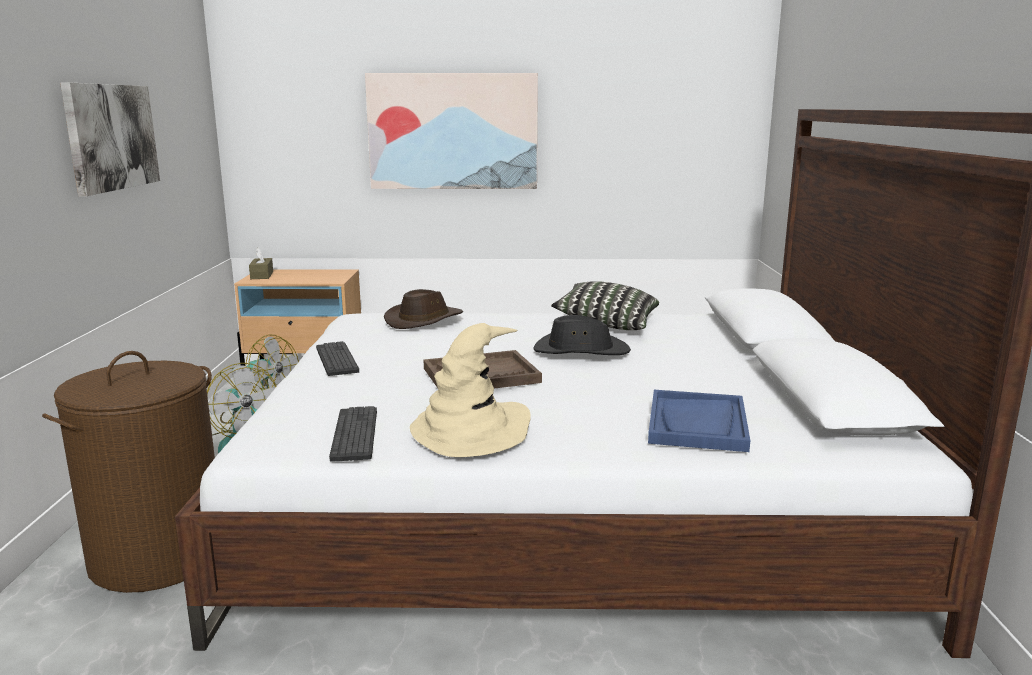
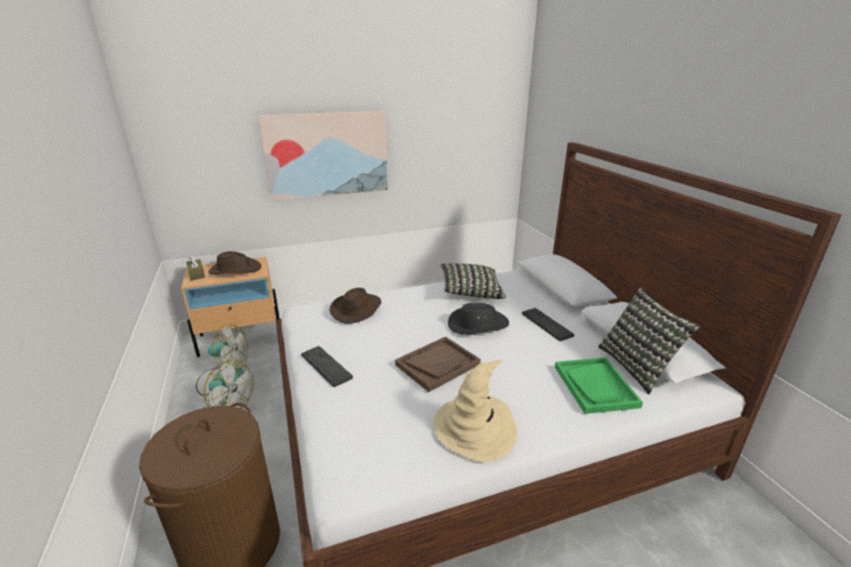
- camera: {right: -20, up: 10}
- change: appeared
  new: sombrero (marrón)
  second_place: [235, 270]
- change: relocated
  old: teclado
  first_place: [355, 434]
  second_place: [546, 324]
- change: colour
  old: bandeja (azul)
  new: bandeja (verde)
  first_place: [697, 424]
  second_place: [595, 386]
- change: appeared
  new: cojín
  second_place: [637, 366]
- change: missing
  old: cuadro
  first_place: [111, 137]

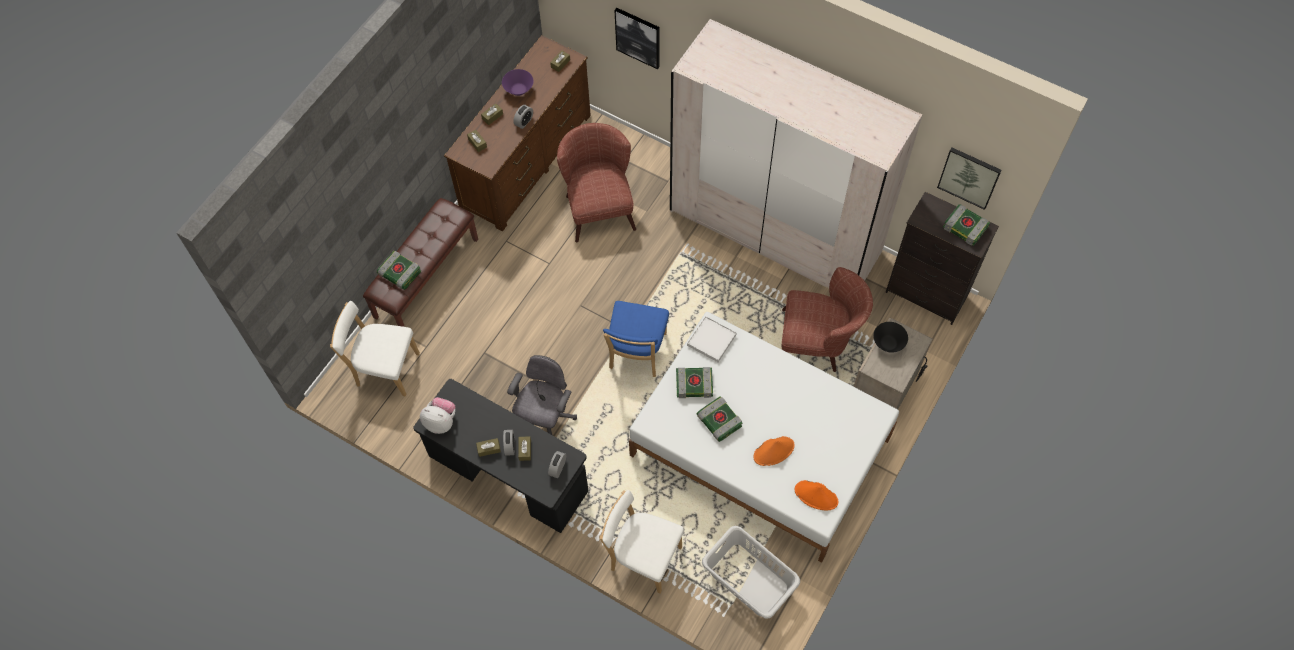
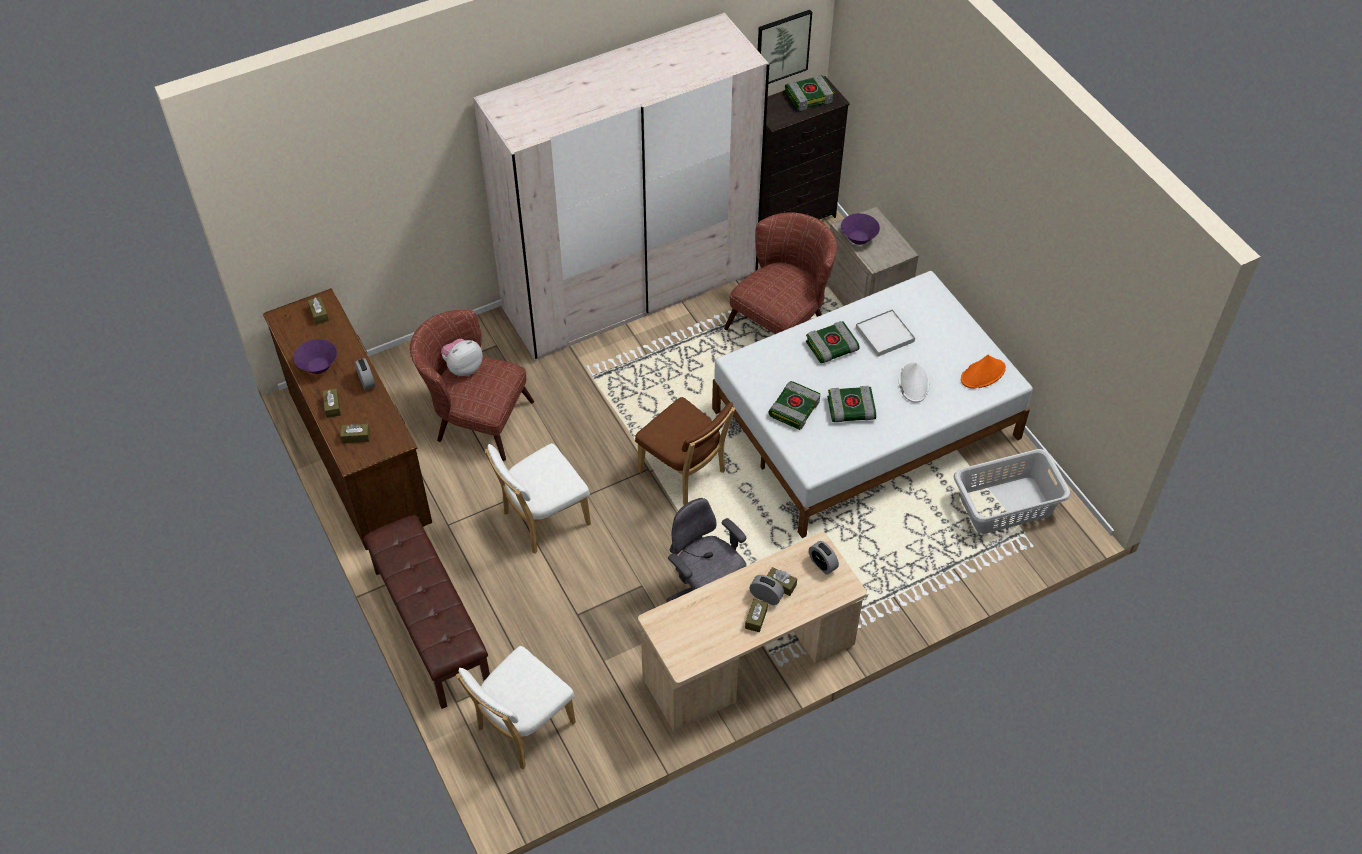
- camera: {right: -60, up: -10}
- change: relocated
  old: peluche
  first_place: [441, 421]
  second_place: [463, 367]
- change: relocated
  old: silla (blanco)
  first_place: [643, 557]
  second_place: [542, 520]
- change: colour
  old: silla (azul)
  new: silla (marrón)
  first_place: [636, 354]
  second_place: [685, 474]
- change: colour
  old: escritorio (negro)
  new: escritorio (beis)
  first_place: [508, 474]
  second_place: [749, 663]
- change: relocated
  old: libro
  first_place: [399, 273]
  second_place: [831, 347]
- change: colour
  old: cuenco (negro)
  new: cuenco (morado)
  first_place: [888, 343]
  second_place: [858, 238]
- change: relocated
  old: bandeja (blanco)
  first_place: [711, 340]
  second_place: [885, 334]
- change: colour
  old: sombrero (naranja)
  new: sombrero (blanco)
  first_place: [774, 451]
  second_place: [913, 382]
- change: missing
  old: cuadro
  first_place: [638, 37]

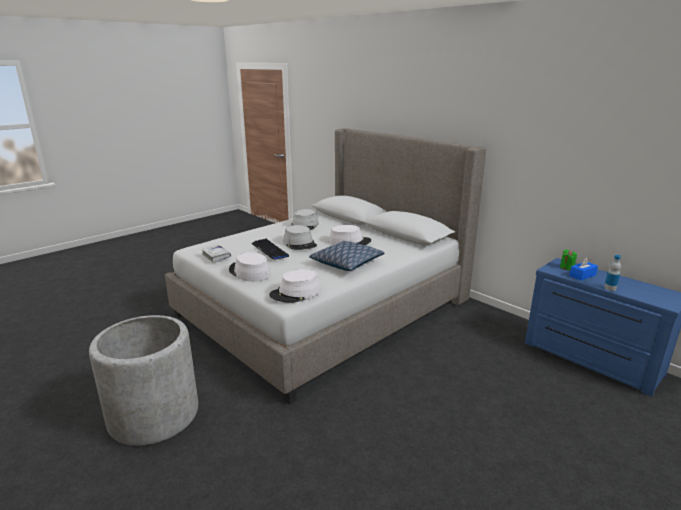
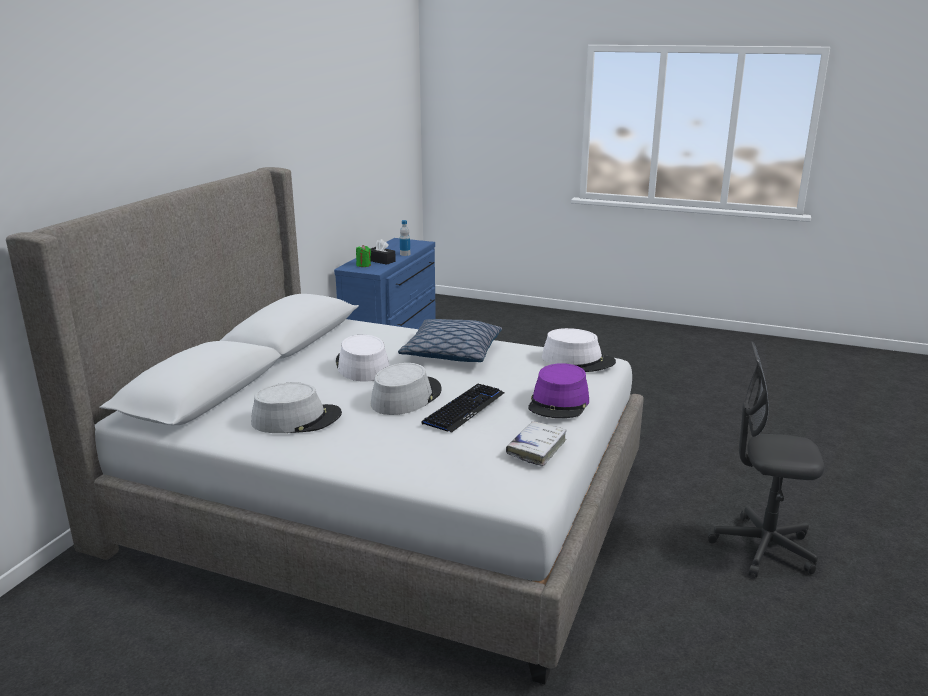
- camera: {right: -115, up: 0}
- change: colour
  old: caja de pañuelos (azul)
  new: caja de pañuelos (negro)
  first_place: [582, 275]
  second_place: [381, 261]
- change: colour
  old: sombrero (blanco)
  new: sombrero (morado)
  first_place: [249, 272]
  second_place: [559, 403]
- change: exchanged
  old: maceta (gris)
  new: silla de oficina (gris)
  first_place: [154, 415]
  second_place: [762, 548]

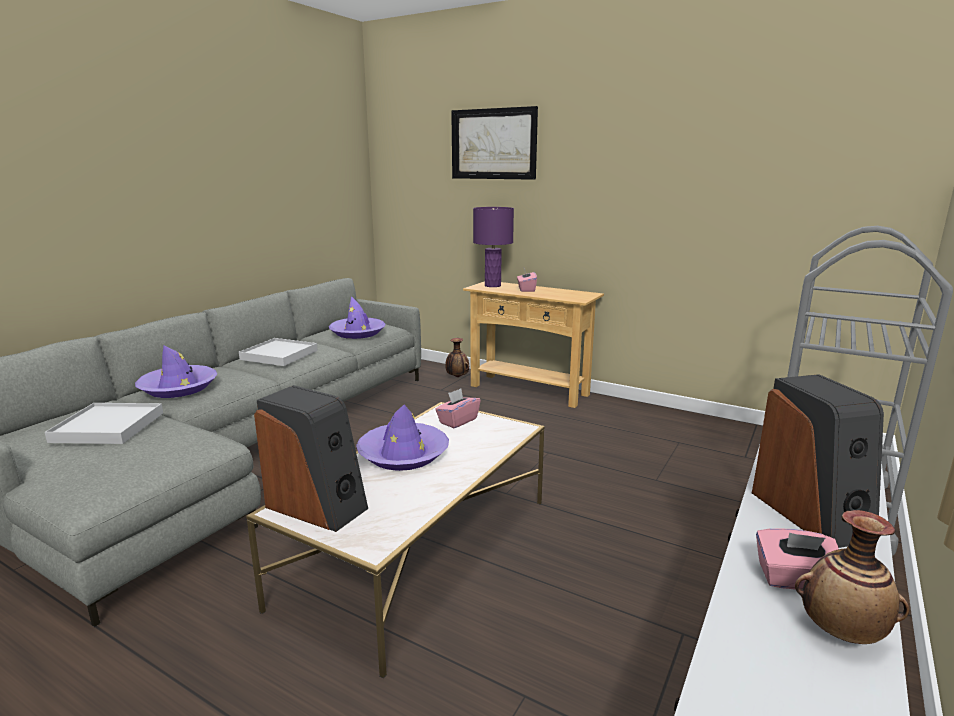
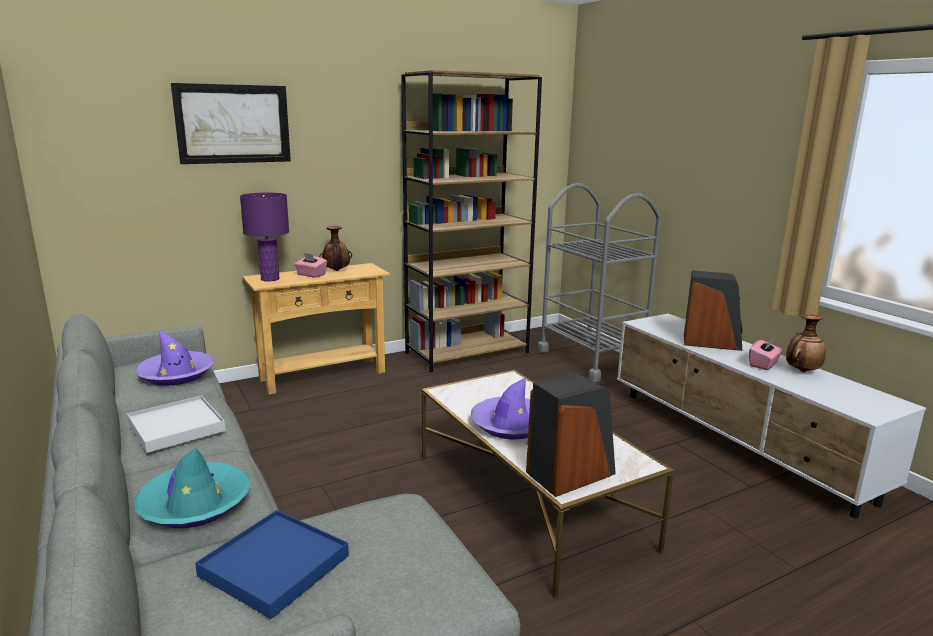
- camera: {right: -60, up: 0}
- change: colour
  old: sombrero (morado)
  new: sombrero (turquesa)
  first_place: [178, 388]
  second_place: [195, 504]
- change: colour
  old: bandeja (blanco)
  new: bandeja (azul)
  first_place: [108, 427]
  second_place: [275, 565]
- change: relocated
  old: florero
  first_place: [457, 377]
  second_place: [336, 270]
- change: appeared
  new: estantería (marrón)
  second_place: [467, 352]
- change: missing
  old: caja de pañuelos (rosa)
  first_place: [458, 421]

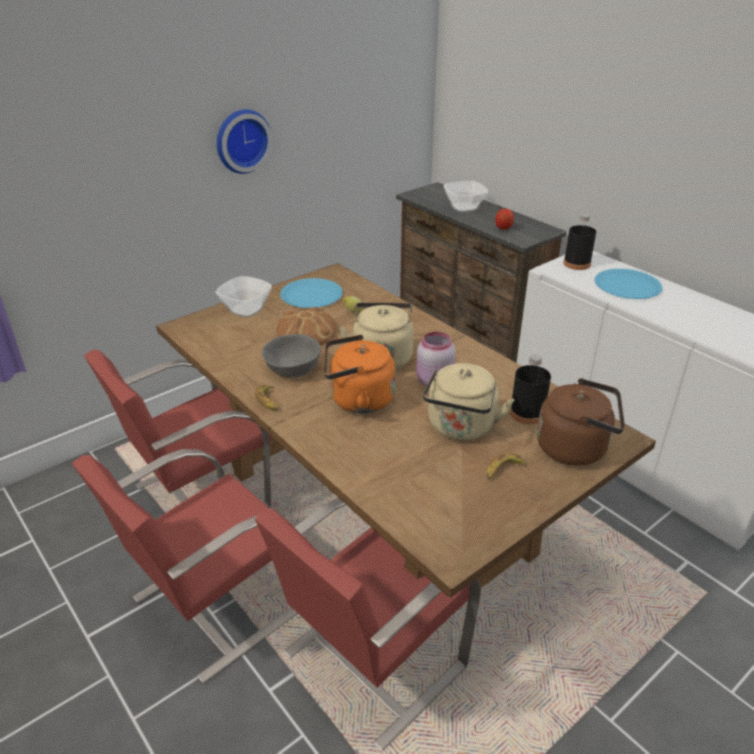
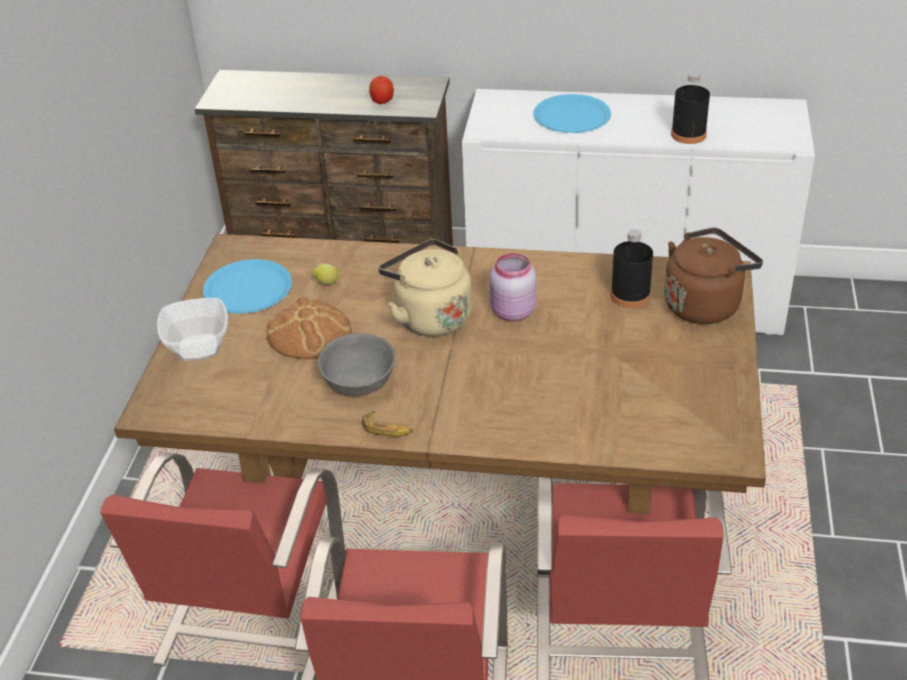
- camera: {right: -40, up: 5}
- change: relocated
  old: botella (negro)
  first_place: [576, 264]
  second_place: [688, 135]
- change: missing
  old: reloj de pared
  first_place: [241, 140]
- change: missing
  old: hervidor (naranja)
  first_place: [357, 400]
- change: missing
  old: hervidor (beis)
  first_place: [460, 428]
- change: missing
  old: cuenco
  first_place: [464, 208]
- change: missing
  old: plátano
  first_place: [503, 470]

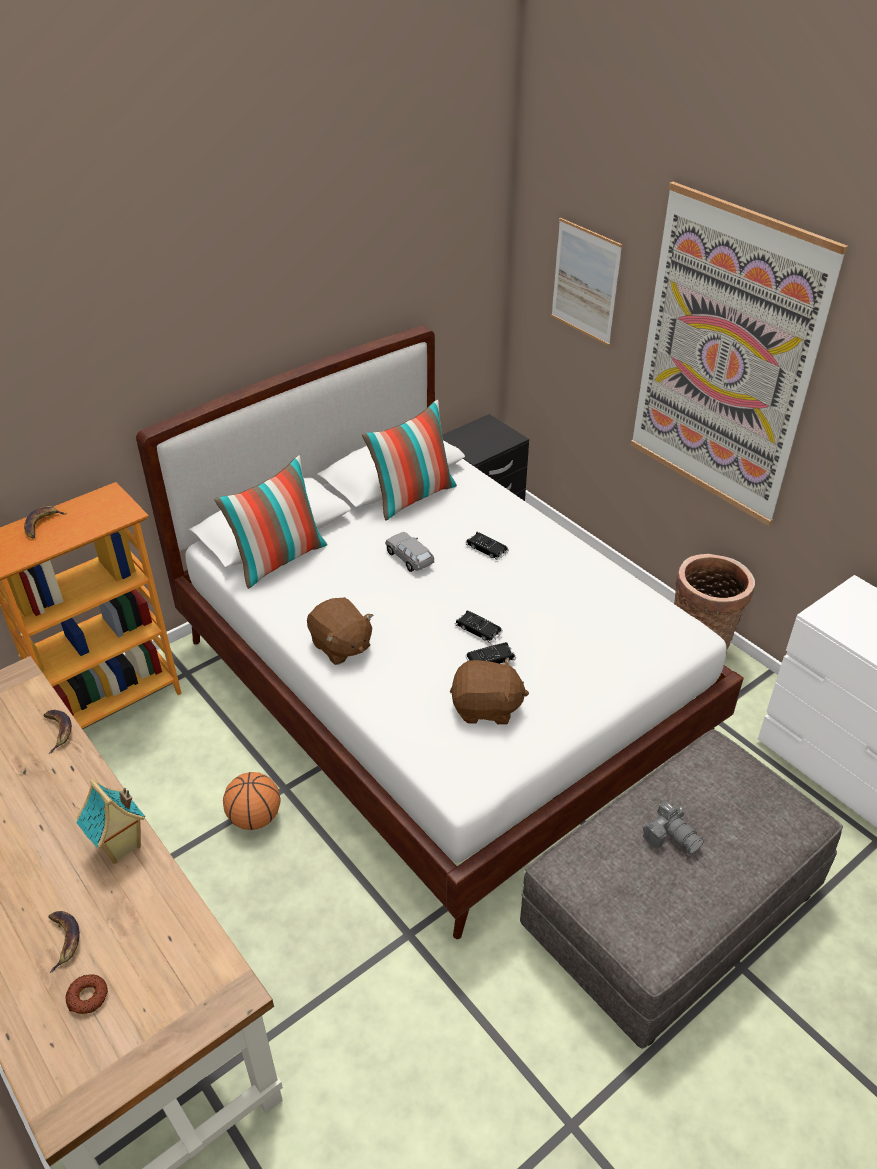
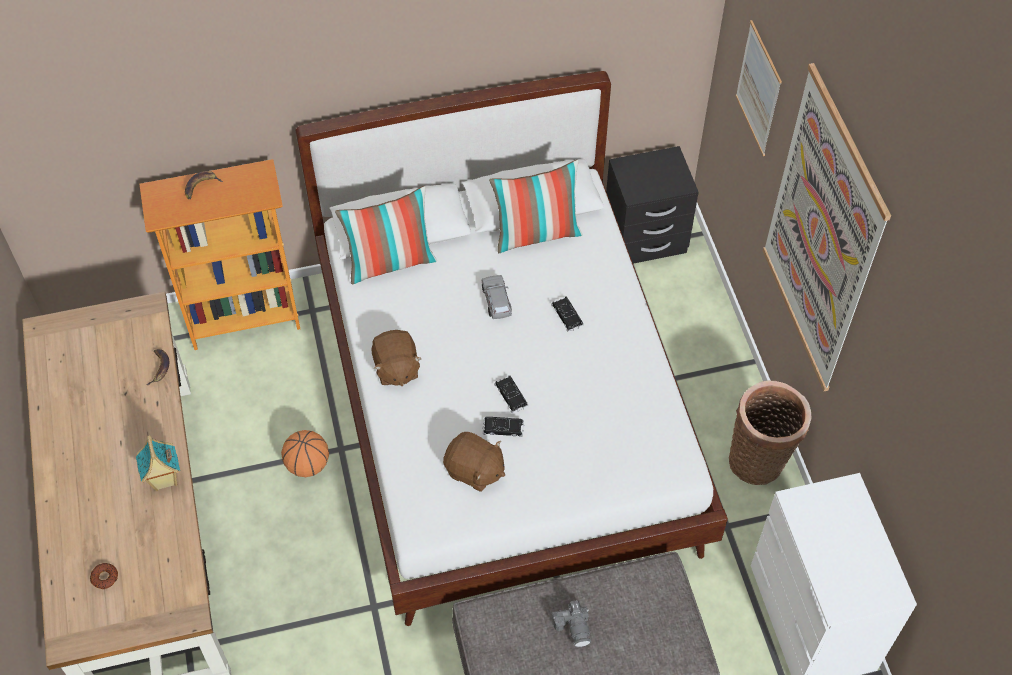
- camera: {right: 25, up: 15}
- change: missing
  old: plátano
  first_place: [64, 940]

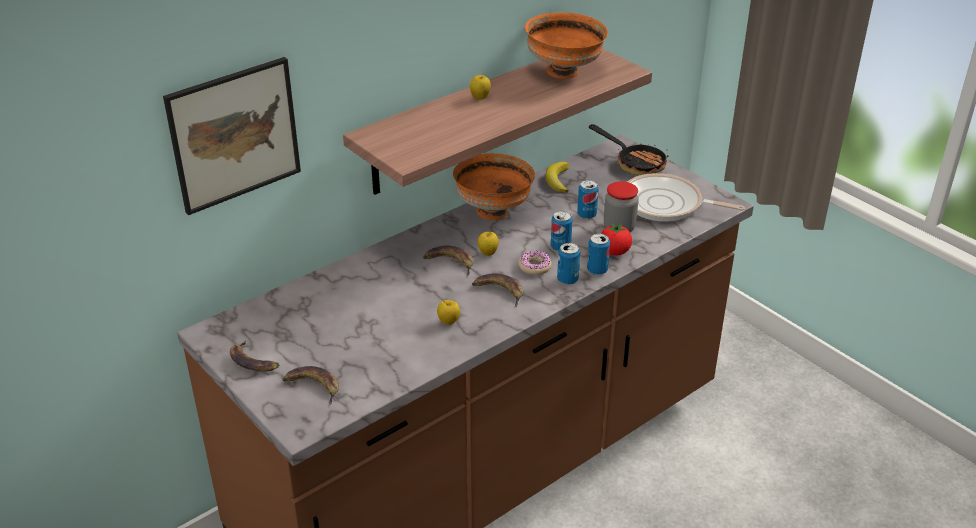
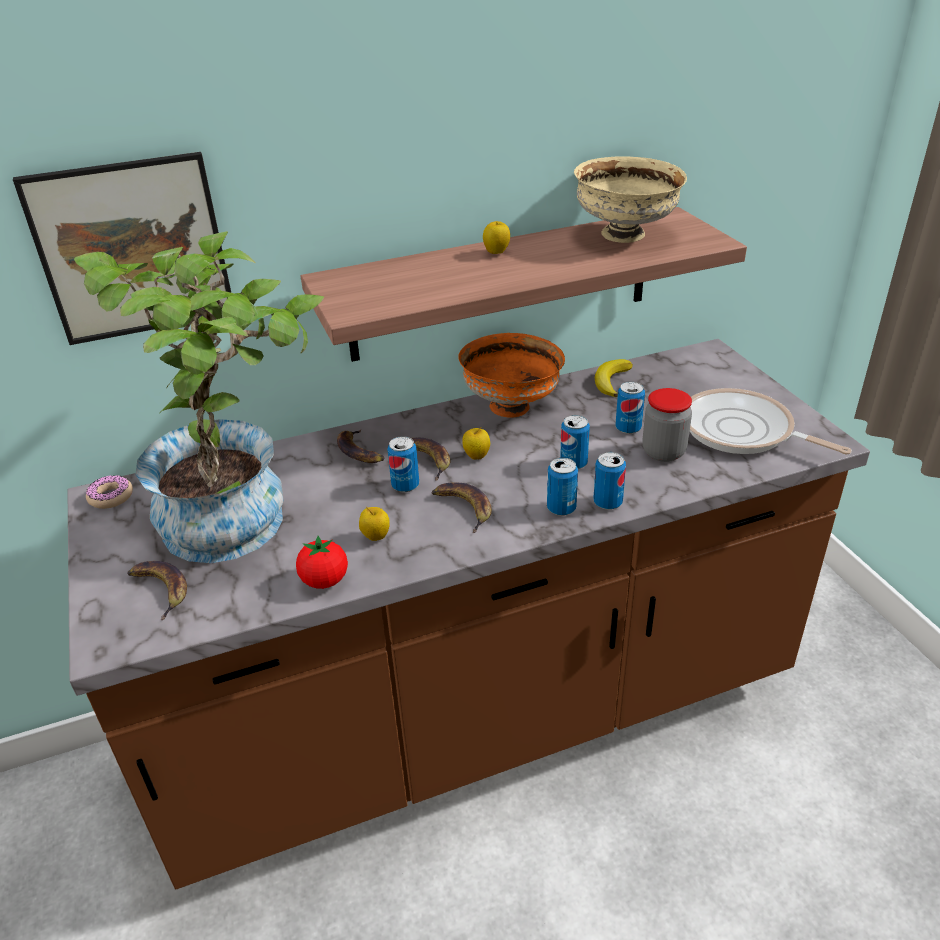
- camera: {right: 20, up: 0}
- change: appeared
  new: planta en maceta
  second_place: [242, 515]
- change: relocated
  old: rosquilla
  first_place: [535, 267]
  second_place: [111, 497]
- change: relocated
  old: tomate
  first_place: [614, 252]
  second_place: [324, 580]
- change: relocated
  old: plátano
  first_place: [253, 361]
  second_place: [360, 451]
- change: appeared
  new: lata
  second_place: [405, 485]
- change: colour
  old: cuenco (naranja)
  new: cuenco (beis)
  first_place: [564, 71]
  second_place: [625, 235]
- change: missing
  old: sartén
  first_place: [634, 162]

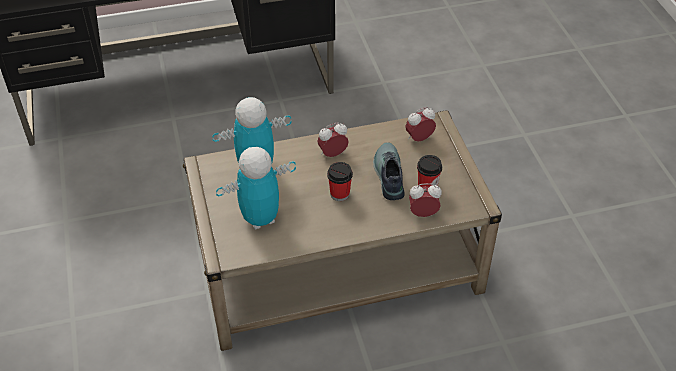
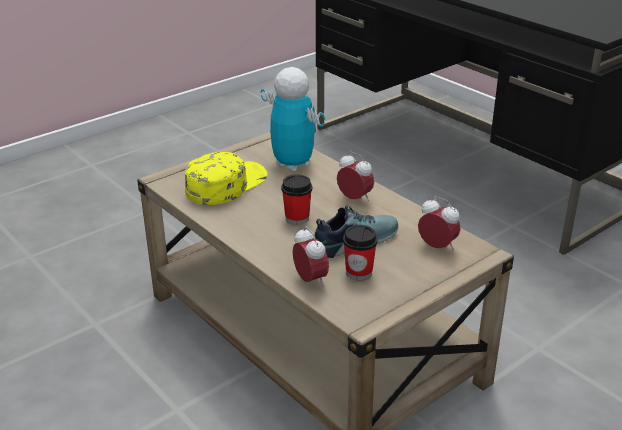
- camera: {right: 65, up: -15}
- change: exchanged
  old: robot de juguete
  new: gorra (amarillo)
  first_place: [260, 219]
  second_place: [225, 184]

